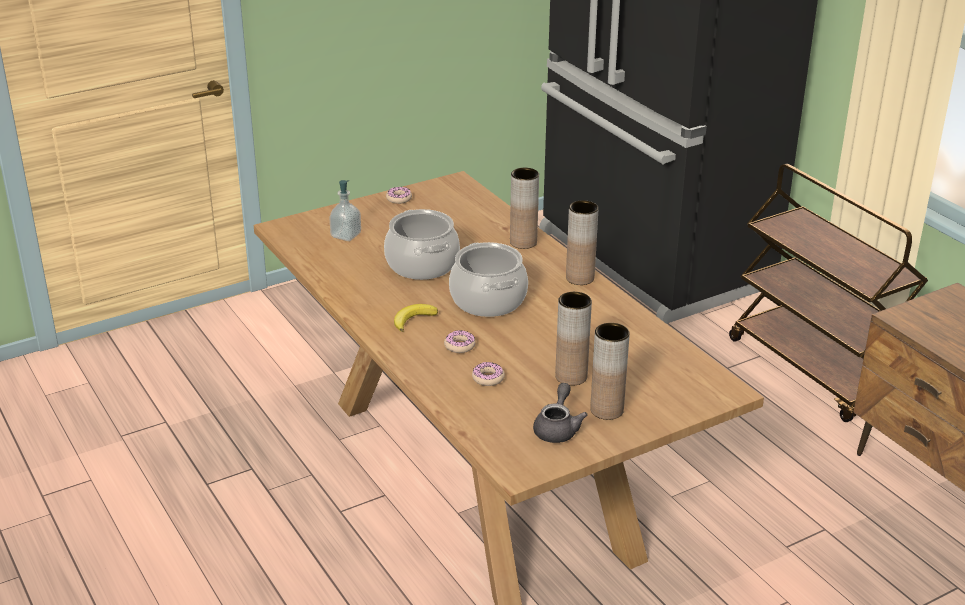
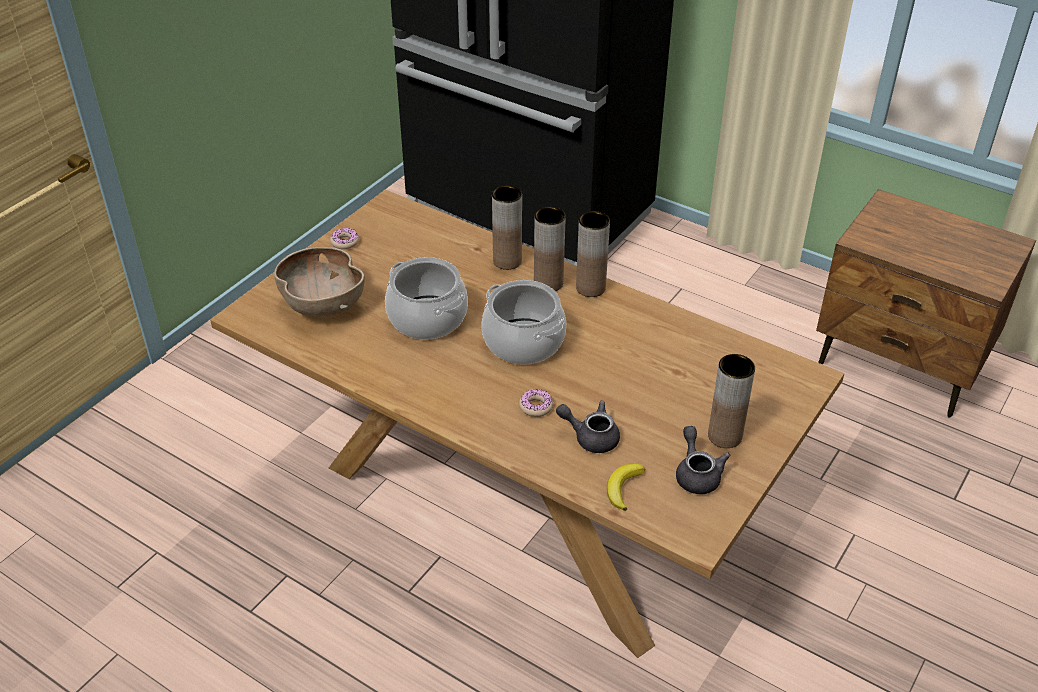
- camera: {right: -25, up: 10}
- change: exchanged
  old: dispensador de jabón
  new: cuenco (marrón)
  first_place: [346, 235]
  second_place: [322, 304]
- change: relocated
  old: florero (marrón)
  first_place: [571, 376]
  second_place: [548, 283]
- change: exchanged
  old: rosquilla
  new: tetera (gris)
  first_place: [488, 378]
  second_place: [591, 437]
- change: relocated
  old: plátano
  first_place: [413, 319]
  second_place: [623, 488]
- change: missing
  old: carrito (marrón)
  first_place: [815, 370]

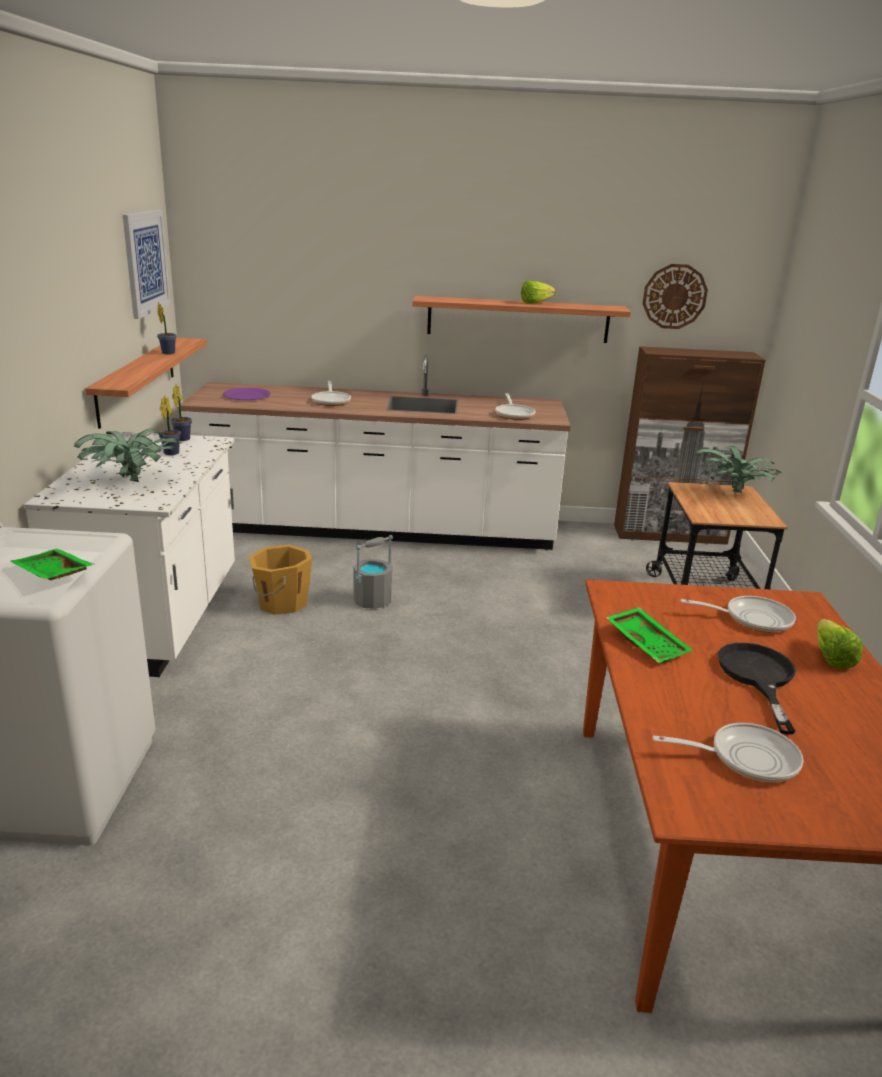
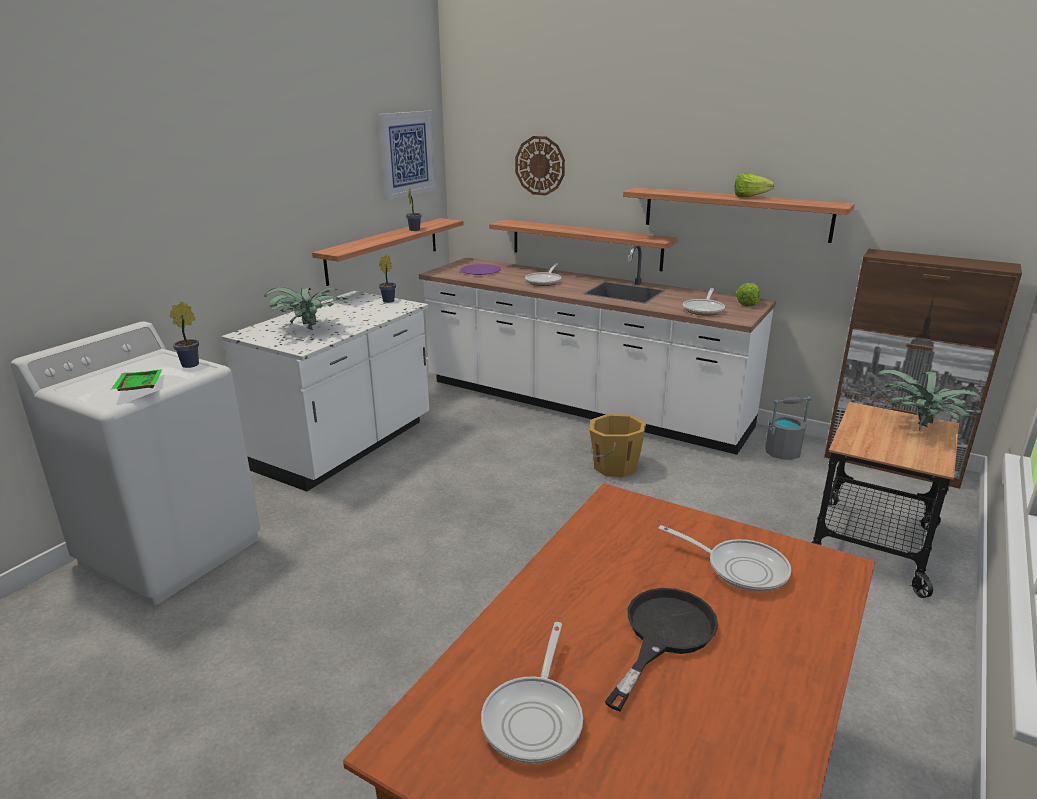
- camera: {right: 30, up: 0}
- change: relocated
  old: planta en maceta
  first_place: [172, 452]
  second_place: [192, 364]
- change: spun
  old: sartén
  first_place: [746, 758]
  second_place: [535, 717]
  degrees: 75
- change: appeared
  new: estante
  second_place: [585, 244]
- change: relocated
  old: reloj de pared
  first_place: [674, 296]
  second_place: [540, 165]
- change: relocated
  old: cubo (naranja)
  first_place: [281, 602]
  second_place: [614, 466]
- change: relocated
  old: lechuga
  first_place: [830, 655]
  second_place: [749, 303]
- change: relocated
  old: cubo (gris)
  first_place: [372, 601]
  second_place: [782, 453]
- change: missing
  old: bandeja (verde)
  first_place: [648, 643]

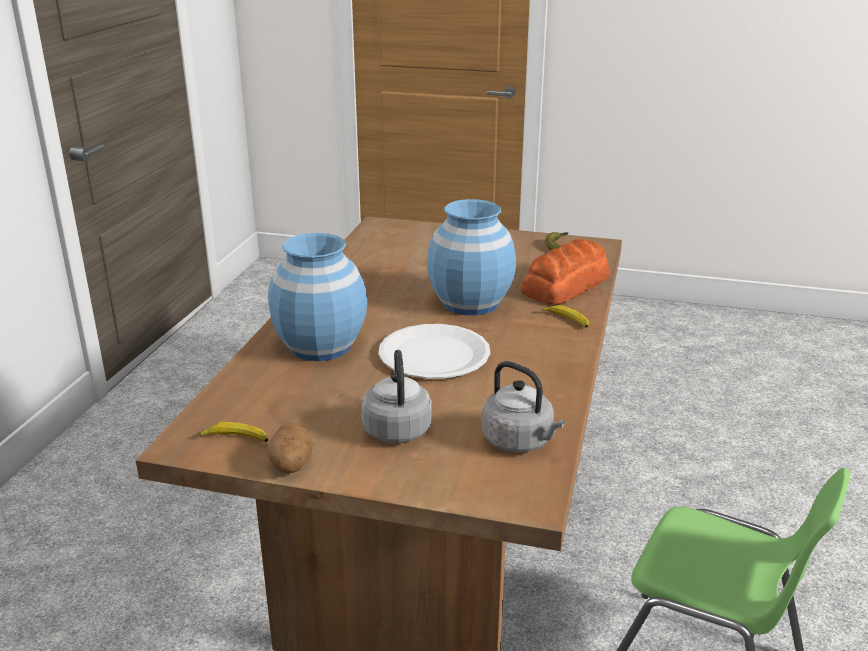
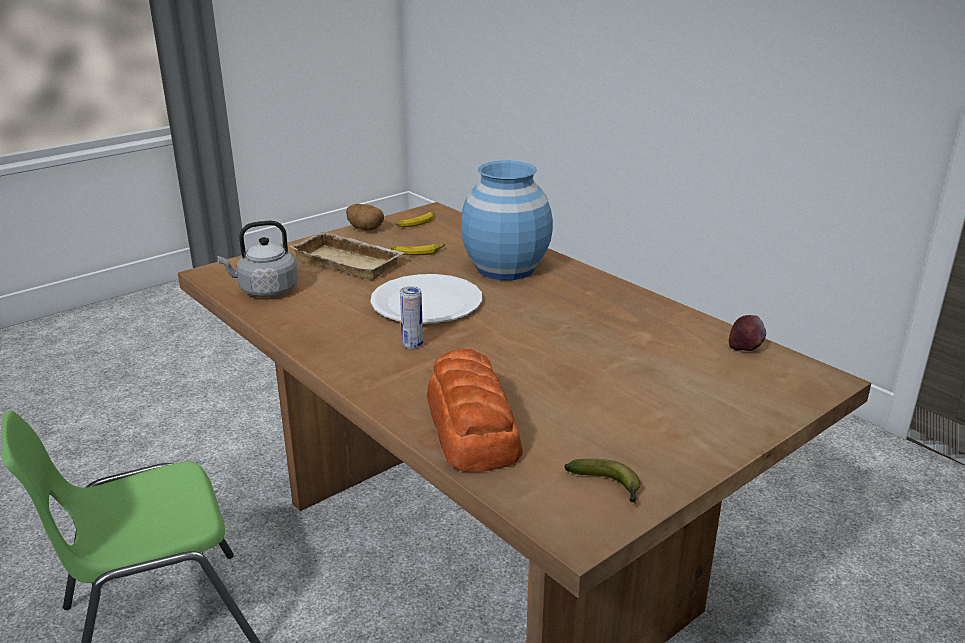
- camera: {right: 125, up: 0}
- change: exchanged
  old: hervidor (gris)
  new: bandeja (beis)
  first_place: [397, 428]
  second_place: [350, 262]
- change: relocated
  old: plátano
  first_place: [566, 320]
  second_place: [418, 252]
- change: appeared
  new: lata
  second_place: [412, 345]
- change: appeared
  new: manzana
  second_place: [745, 347]
- change: missing
  old: florero (azul)
  first_place: [470, 303]

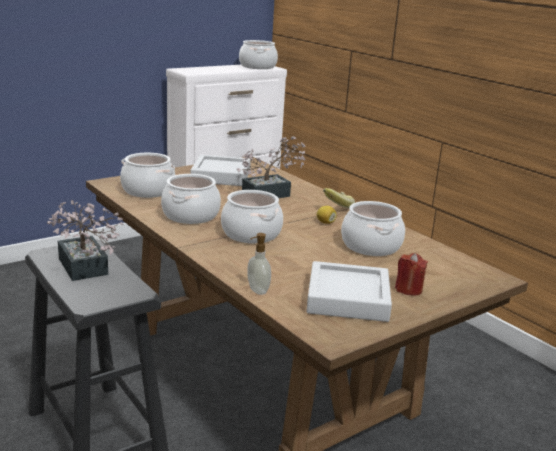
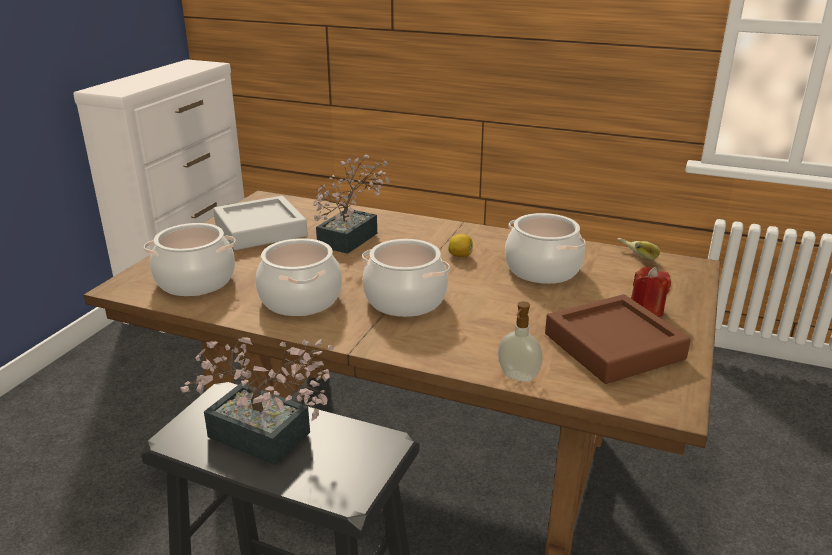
- camera: {right: -30, up: 5}
- change: colour
  old: bandeja (gris)
  new: bandeja (marrón)
  first_place: [348, 298]
  second_place: [613, 346]
- change: relocated
  old: plátano
  first_place: [336, 206]
  second_place: [631, 260]
- change: missing
  old: olla
  first_place: [258, 66]

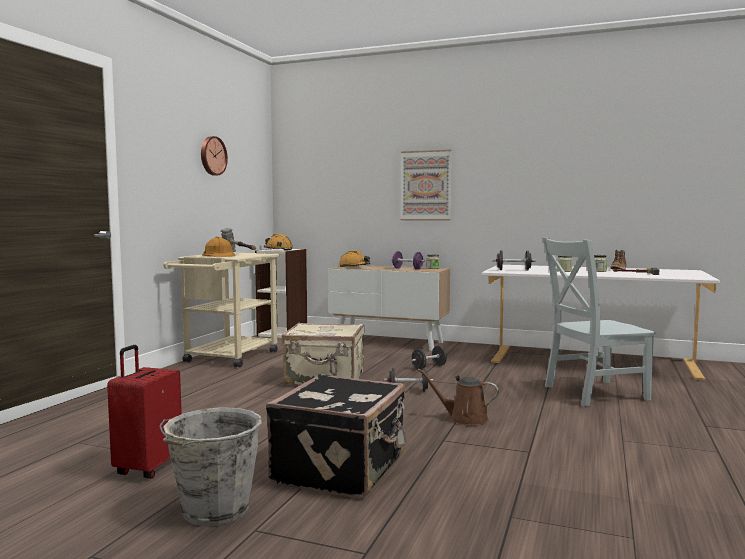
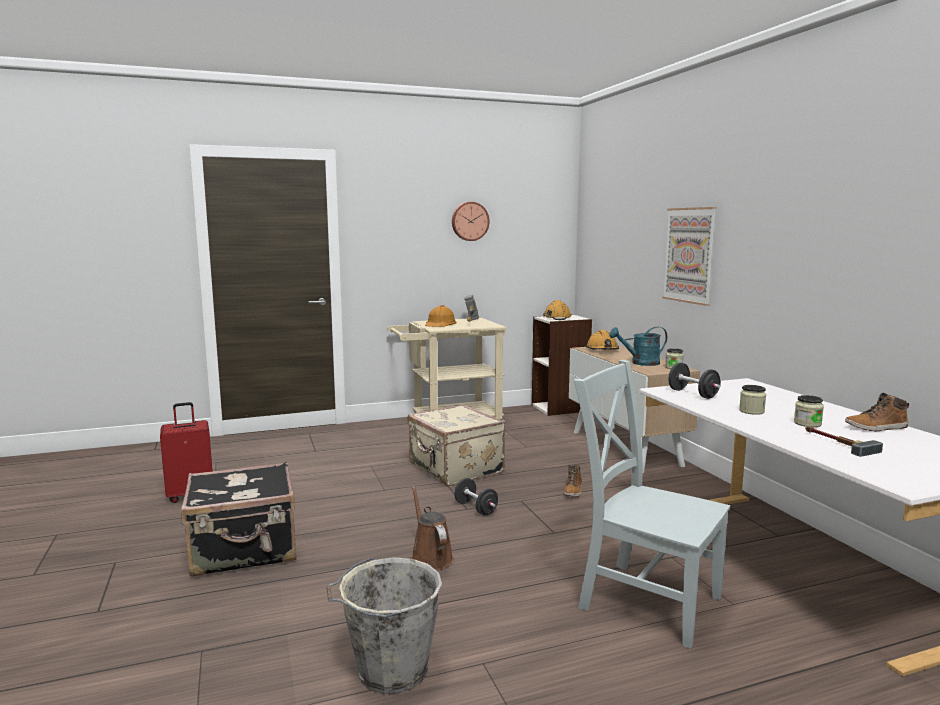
- camera: {right: 50, up: 5}
- change: relocated
  old: cubo (gris)
  first_place: [213, 511]
  second_place: [389, 670]
- change: exchanged
  old: mancuerna (negro)
  new: bota
  first_place: [429, 367]
  second_place: [573, 491]
- change: exchanged
  old: mancuerna (morado)
  new: regadera (turquesa)
  first_place: [407, 269]
  second_place: [640, 363]

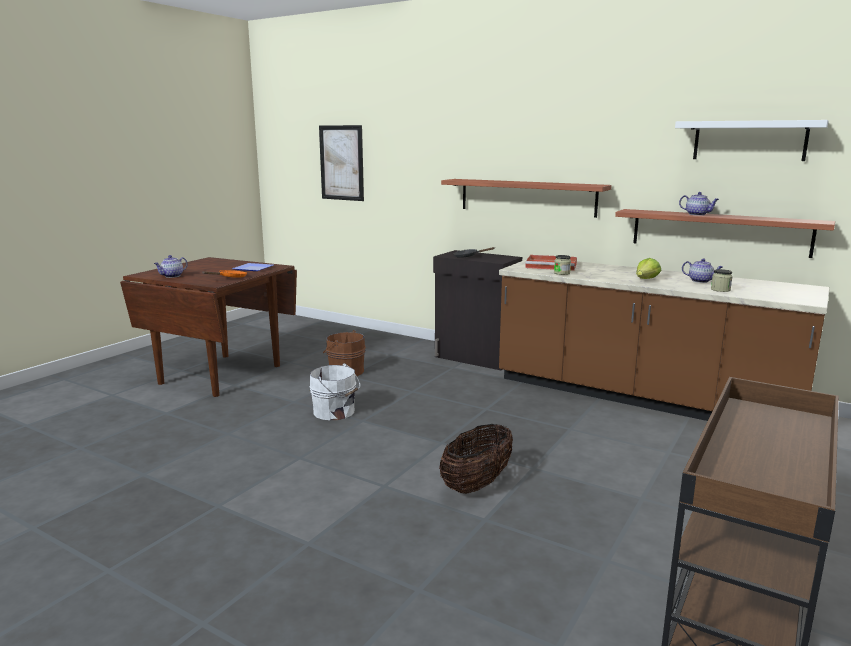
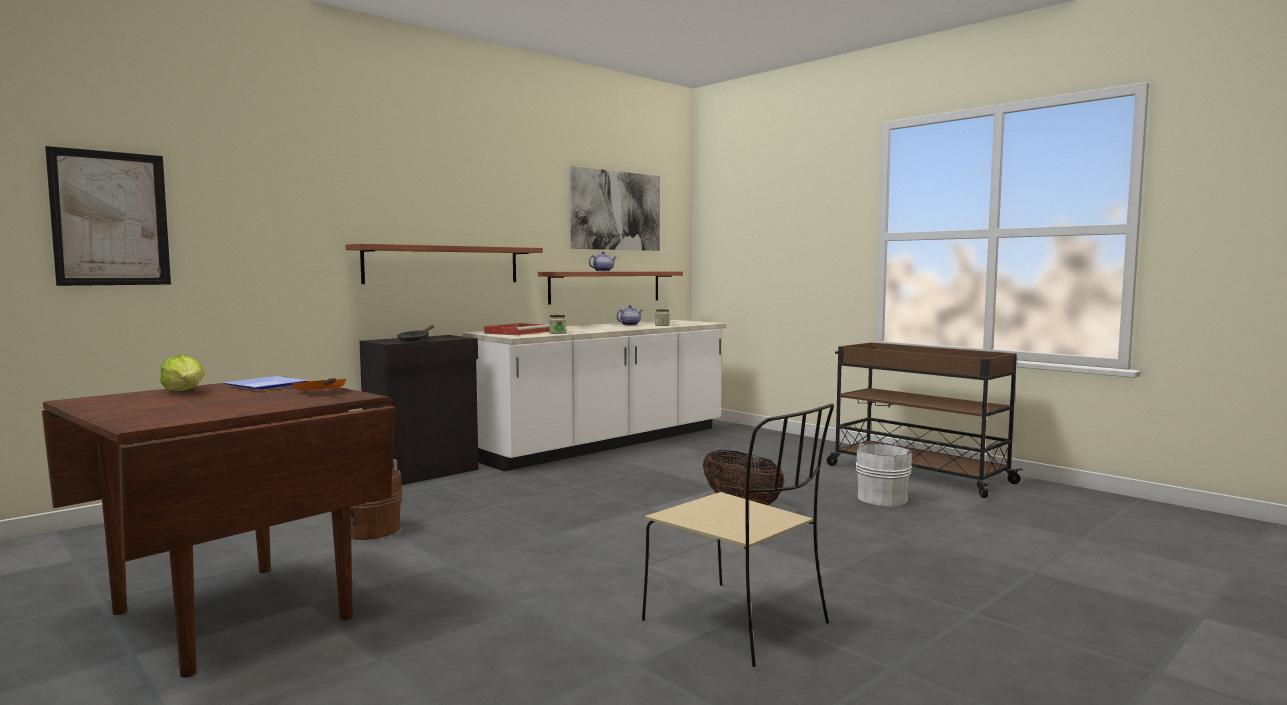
- camera: {right: -75, up: -10}
- change: relocated
  old: lechuga
  first_place: [646, 280]
  second_place: [185, 391]
- change: colour
  old: mueble bajo de cocina (marrón)
  new: mueble bajo de cocina (blanco)
  first_place: [642, 397]
  second_place: [605, 443]
- change: exchanged
  old: estante (blanco)
  new: cuadro
  first_place: [749, 140]
  second_place: [616, 210]
- change: appeared
  new: silla (beis)
  second_place: [739, 624]
- change: relocated
  old: cubo (blanco)
  first_place: [335, 412]
  second_place: [883, 498]
- change: missing
  old: tetera
  first_place: [172, 276]

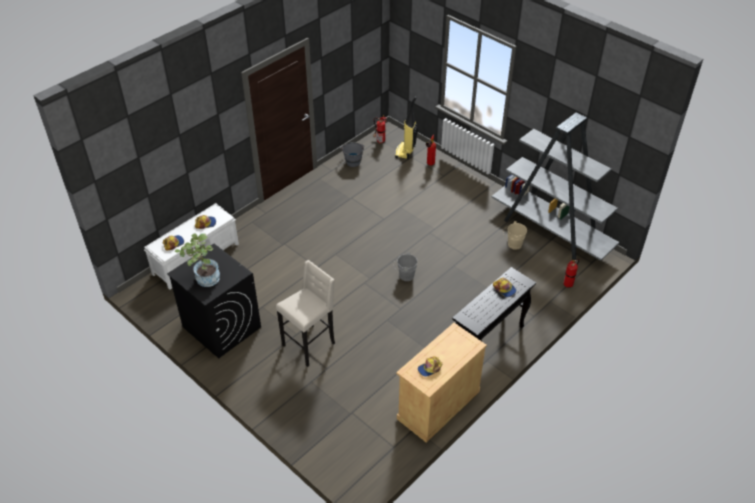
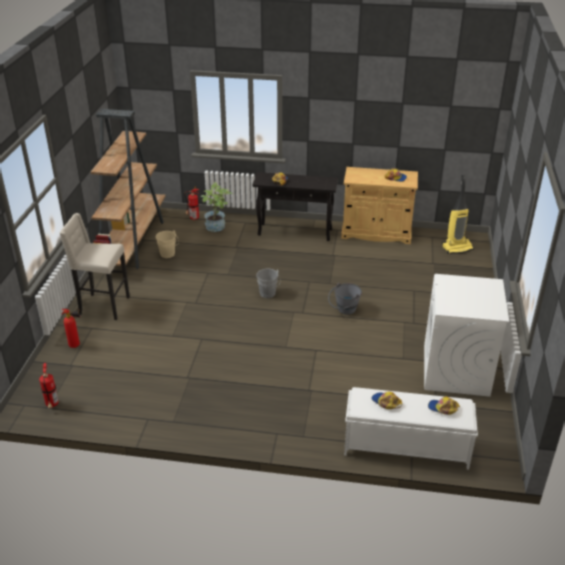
- camera: {right: -125, up: -10}
- change: relocated
  old: taburete (beis)
  first_place: [310, 344]
  second_place: [103, 306]
- change: colour
  old: estantería (gris)
  new: estantería (marrón)
  first_place: [551, 232]
  second_place: [132, 242]
- change: relocated
  old: planta en maceta
  first_place: [204, 279]
  second_place: [217, 227]
- change: relocated
  old: cubo (gris)
  first_place: [352, 160]
  second_place: [344, 310]
- change: colour
  old: lavadora (negro)
  new: lavadora (blanco)
  first_place: [221, 327]
  second_place: [456, 371]
- change: relocated
  old: aspiradora
  first_place: [405, 151]
  second_place: [457, 247]

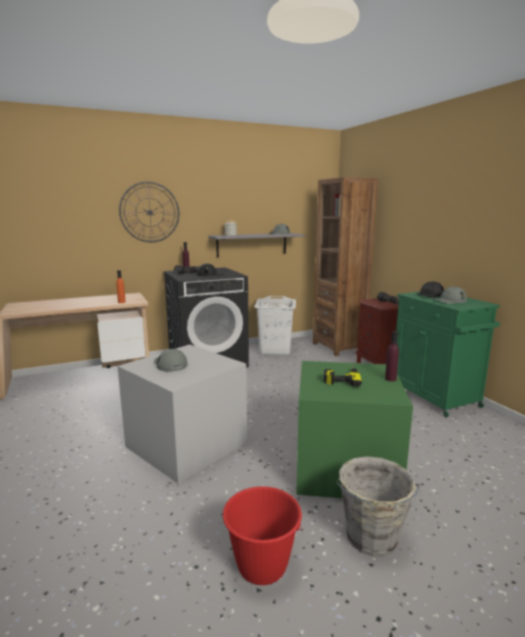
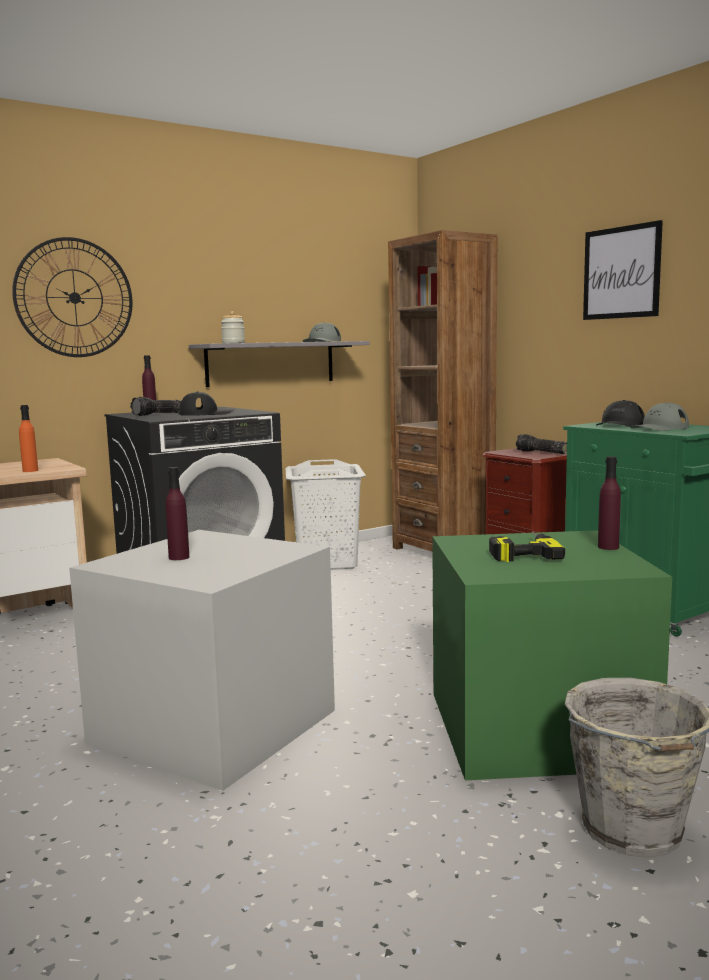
- camera: {right: -10, up: -5}
- change: exchanged
  old: gorra (gris)
  new: botella (morado)
  first_place: [170, 364]
  second_place: [179, 557]
- change: appeared
  new: cuadro
  second_place: [621, 272]
- change: missing
  old: cubo (rojo)
  first_place: [262, 566]

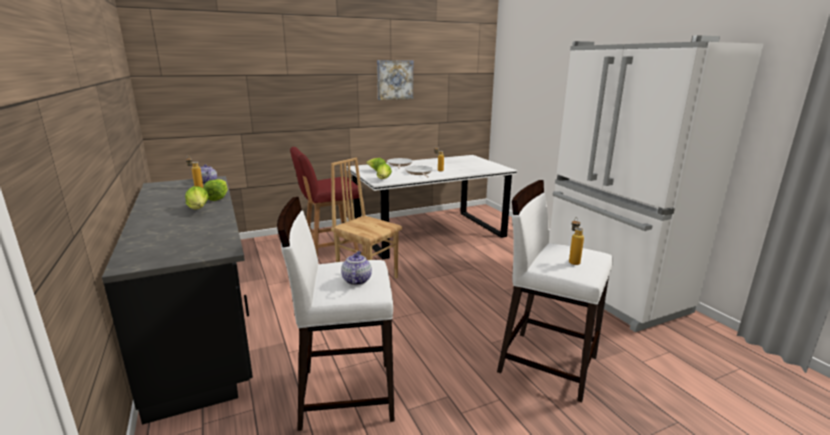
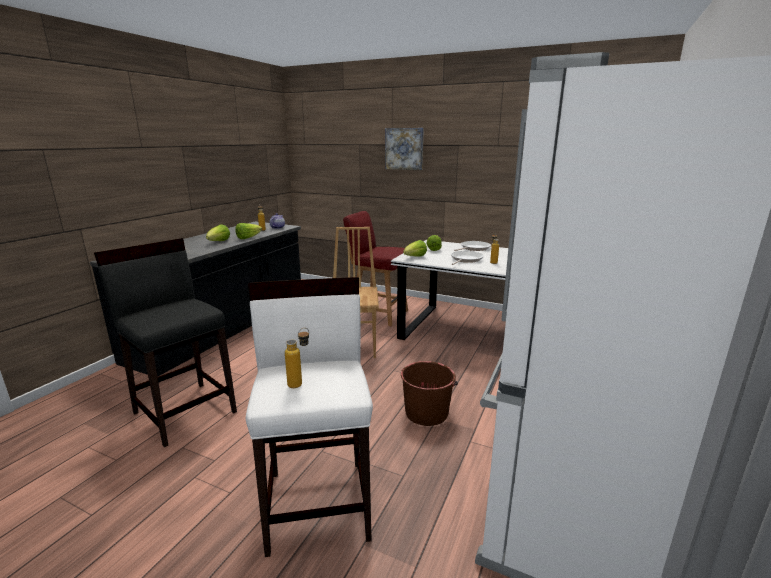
- camera: {right: 50, up: 0}
- change: colour
  old: taburete (blanco)
  new: taburete (negro)
  first_place: [345, 393]
  second_place: [185, 411]
- change: relocated
  old: cuadro
  first_place: [394, 80]
  second_place: [404, 148]
- change: appeared
  new: cubo (marrón)
  second_place: [426, 412]
- change: missing
  old: tetera
  first_place: [356, 280]

